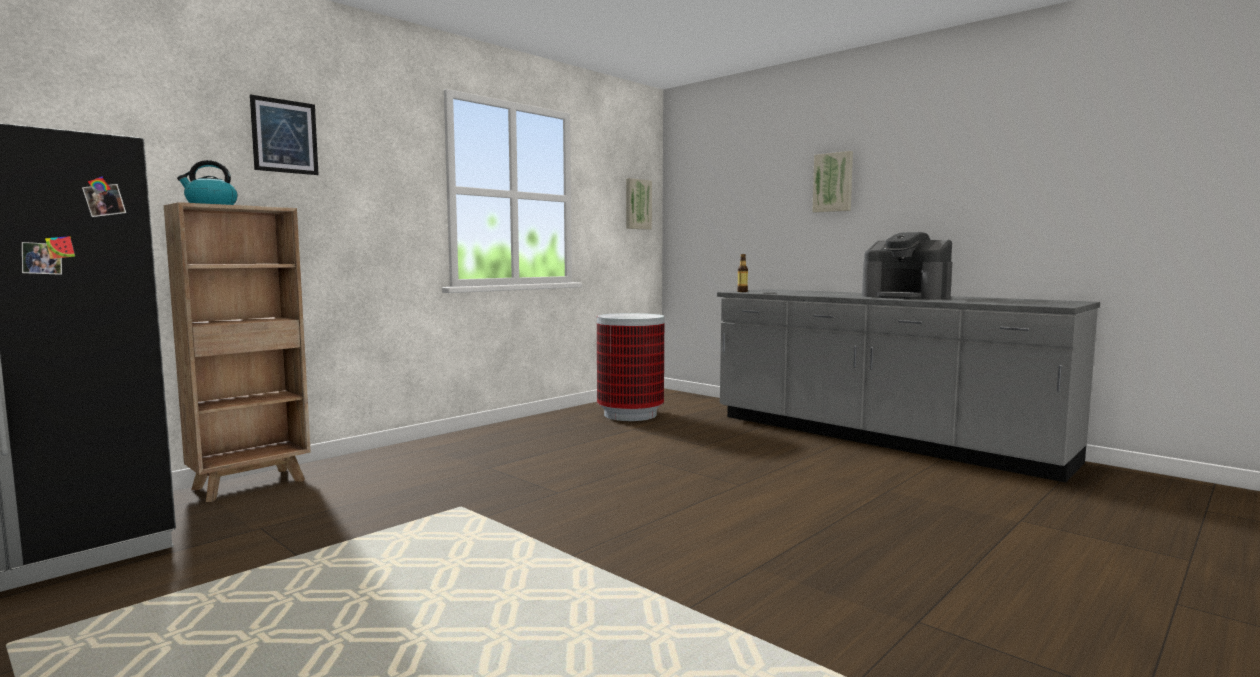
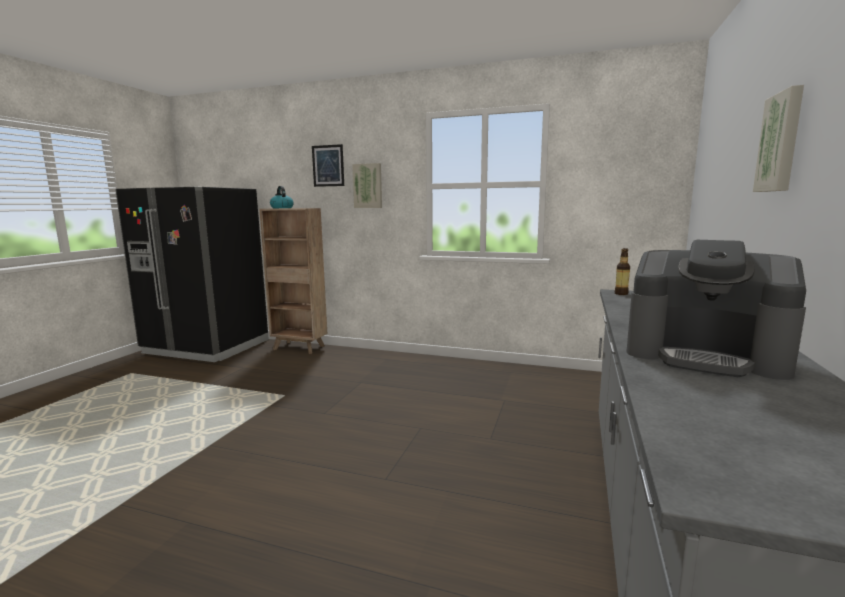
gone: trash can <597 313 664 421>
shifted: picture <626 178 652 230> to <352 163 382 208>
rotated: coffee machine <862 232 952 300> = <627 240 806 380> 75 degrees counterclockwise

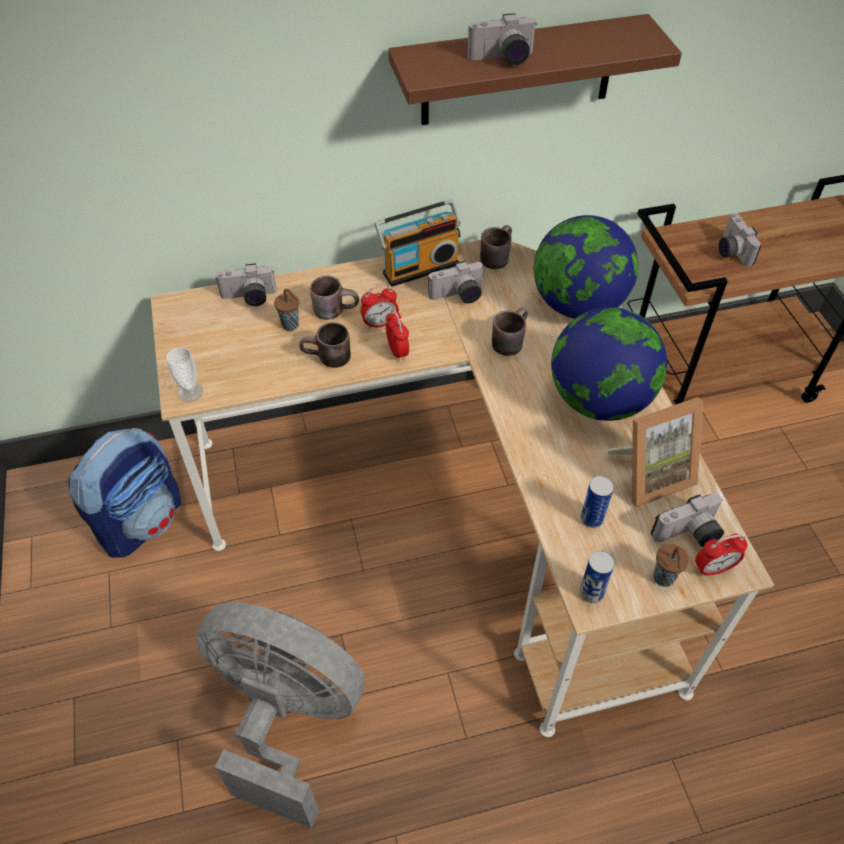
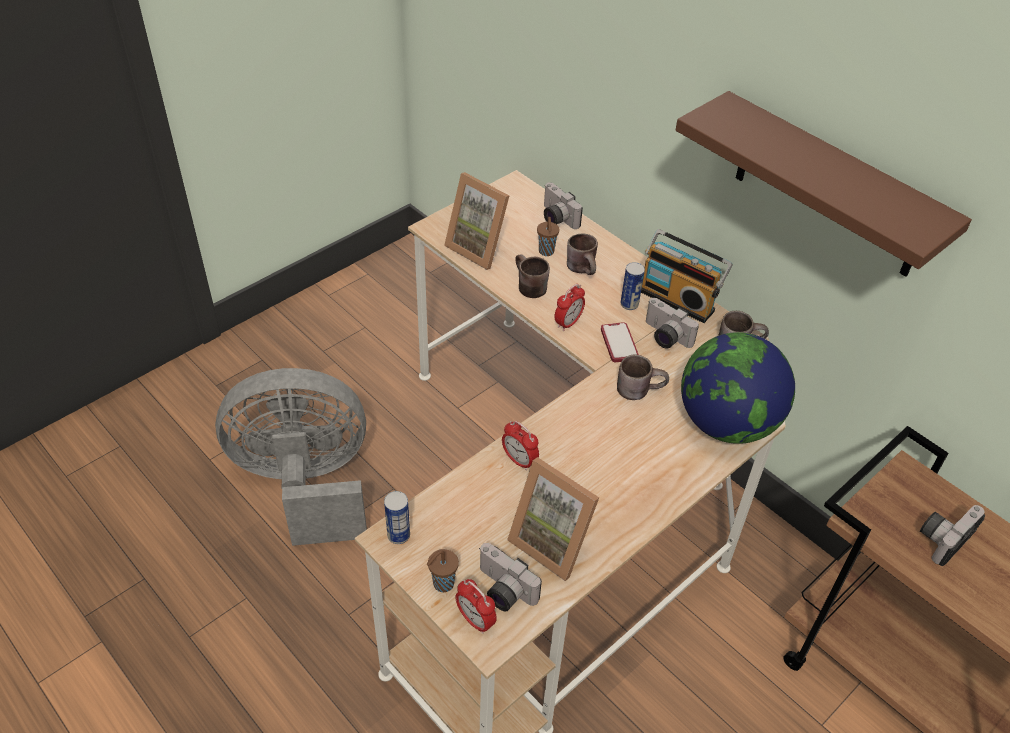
gone: backpack <68 428 181 558>; cup <166 347 203 402>; photo camera <467 13 537 65>; globe <551 307 667 421>
new: picture frame <444 172 509 270>; phone <601 322 639 362>
shifted: alarm clock <361 286 399 329> to <502 421 539 471>; can <581 476 614 528> to <621 262 645 310>
rotated: grey fan <196 602 364 829> = <215 368 367 546> 90 degrees counterclockwise

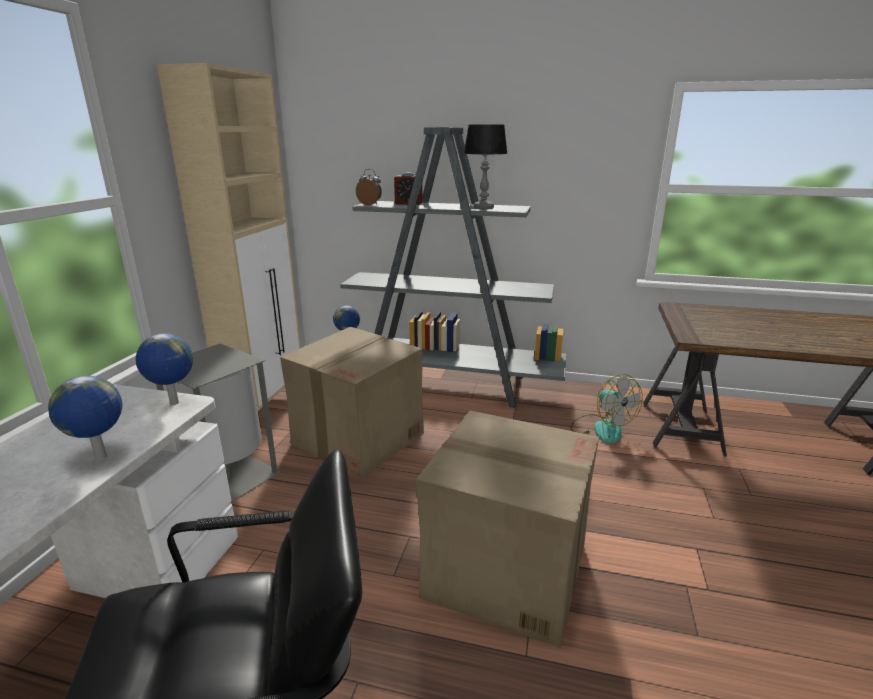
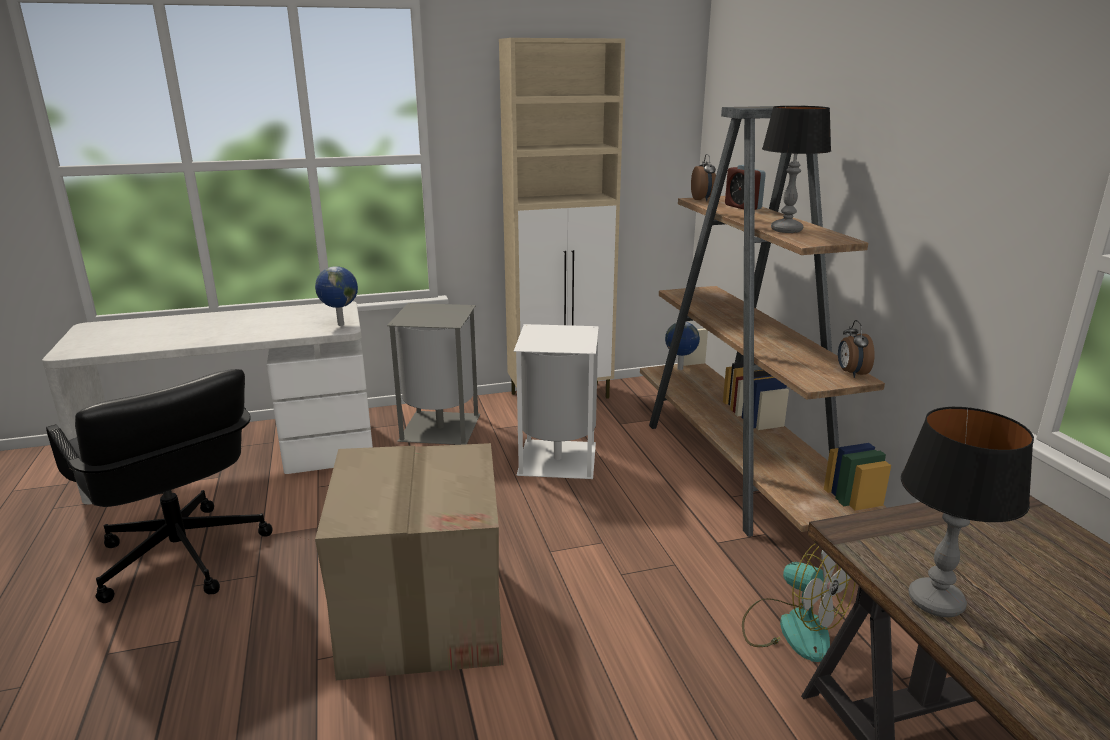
gone: globe <48 376 122 460>
new: alarm clock <838 320 875 378>; table lamp <901 407 1034 617>
swapped: cardboard box <280 327 424 478> to white trash can <514 324 599 479>
repainted: grey bookcase <340 127 566 408> to brown bookcase <640 106 891 537>
rotated: fan <571 374 643 444> = <742 543 856 662> 75 degrees counterclockwise

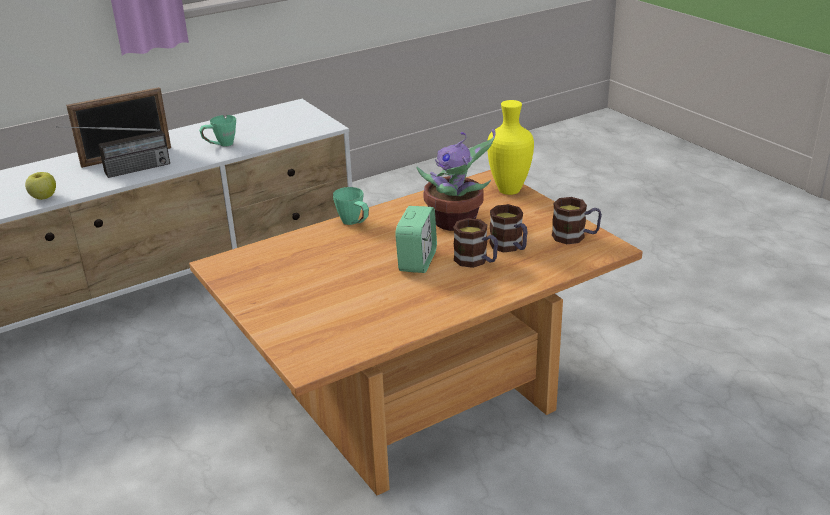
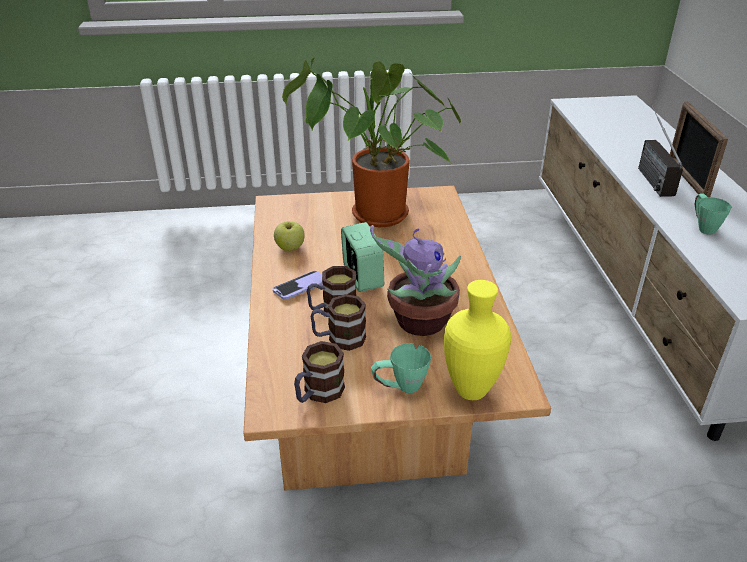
new: phone <273 271 323 300>; potted plant <282 58 461 227>
shifted: apple <25 172 56 200> to <274 221 305 251>; green mug <333 187 369 225> to <371 343 431 393>
rotated: alarm clock <395 206 437 273> = <341 222 384 292> 150 degrees counterclockwise

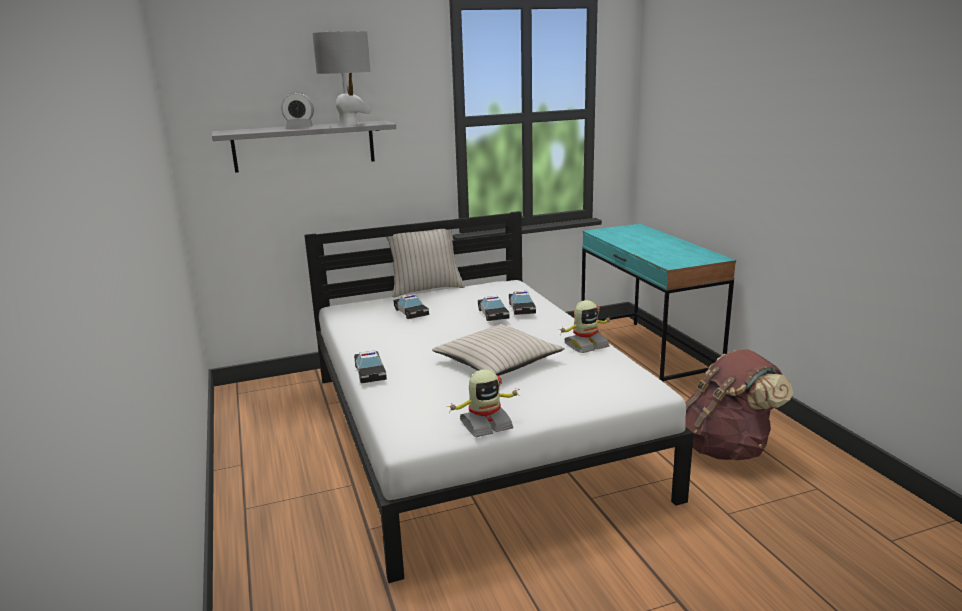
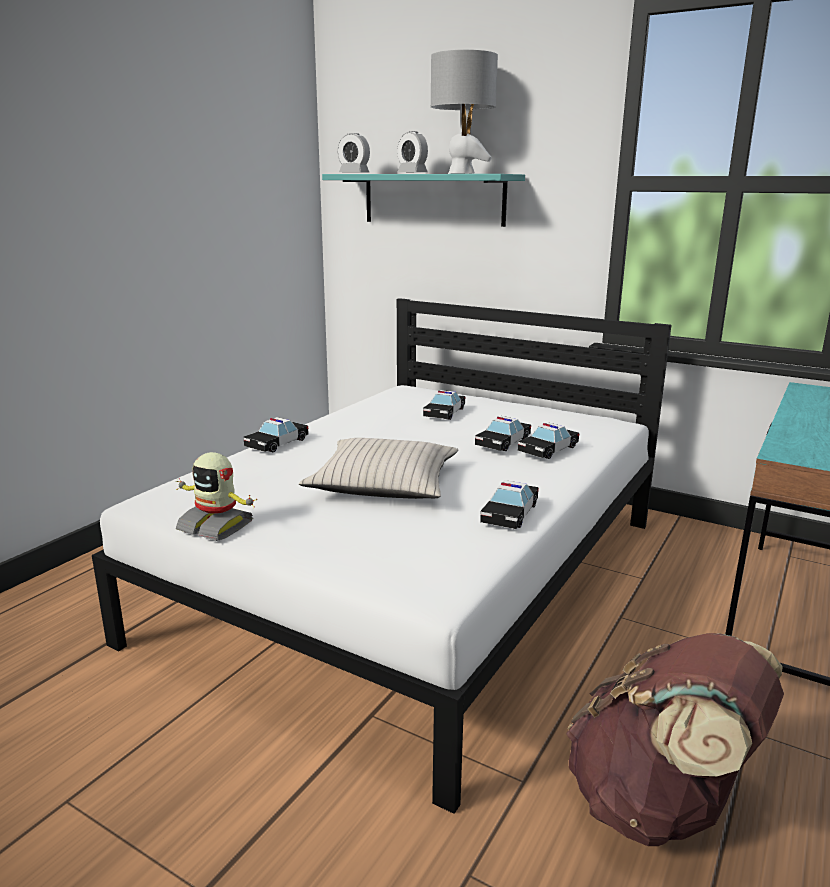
gone: beige pillow <386 219 465 298>
new: alarm clock <338 133 370 172>
swapped: toy robot <558 300 613 353> to toy car <480 480 539 529>
repainted: grey shelf <212 120 396 173> to turquoise shelf <322 174 525 227>

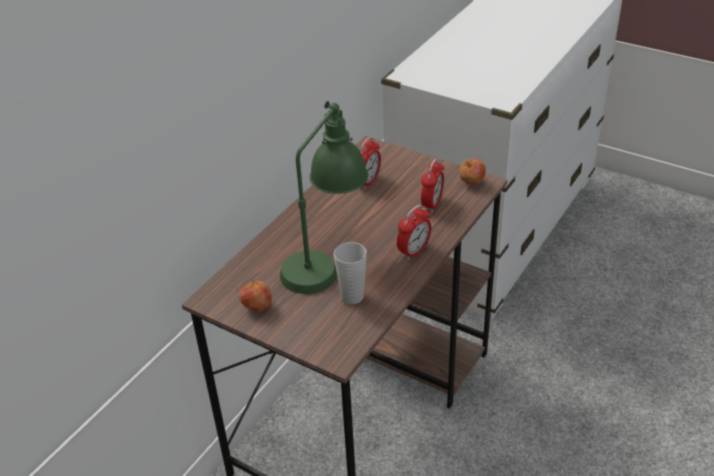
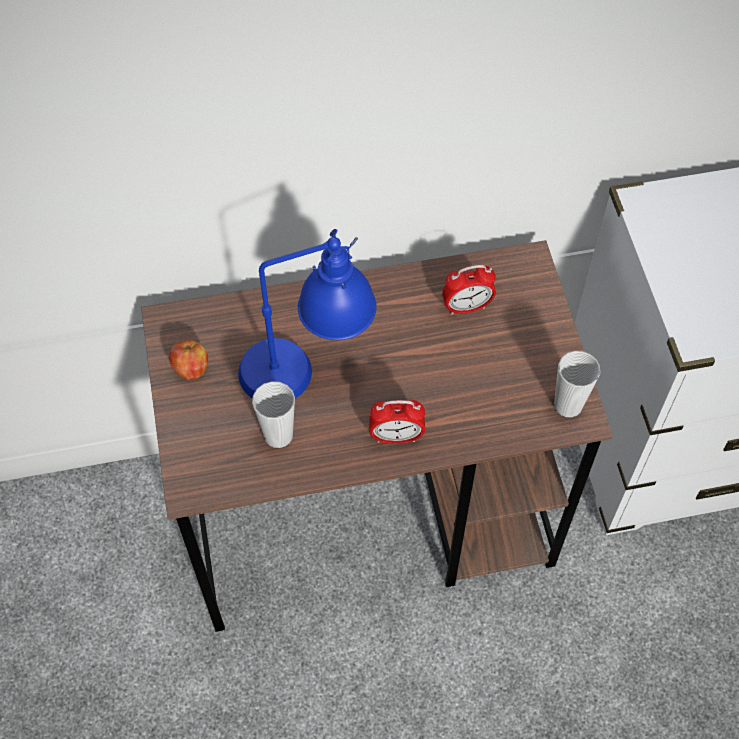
gone: alarm clock <421 158 445 213>
swapped: apple <460 158 486 185> to cup <554 351 600 417>
repainted: green table lamp <280 101 368 294> to blue table lamp <238 229 377 399>

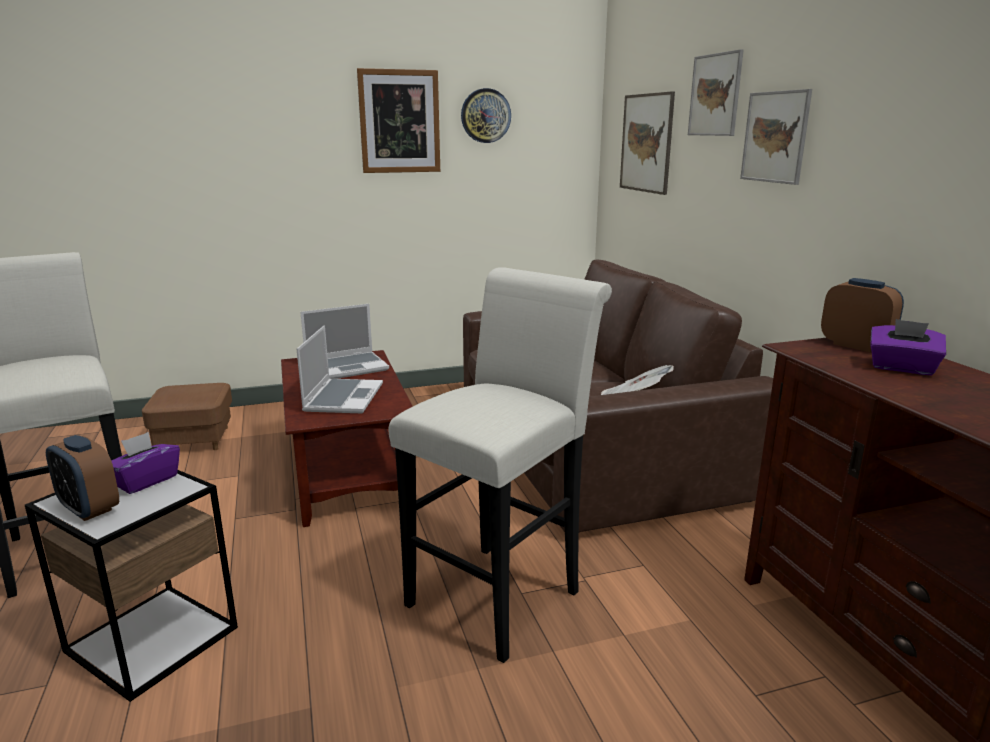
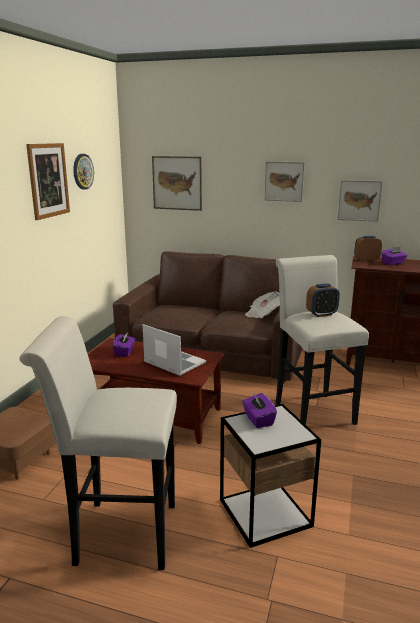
shifted: alarm clock <46 435 119 521> to <306 284 340 317>; picture <688 49 744 136> to <338 180 383 222>
swapped: laptop <300 304 389 379> to purple tissue box <112 332 135 357>

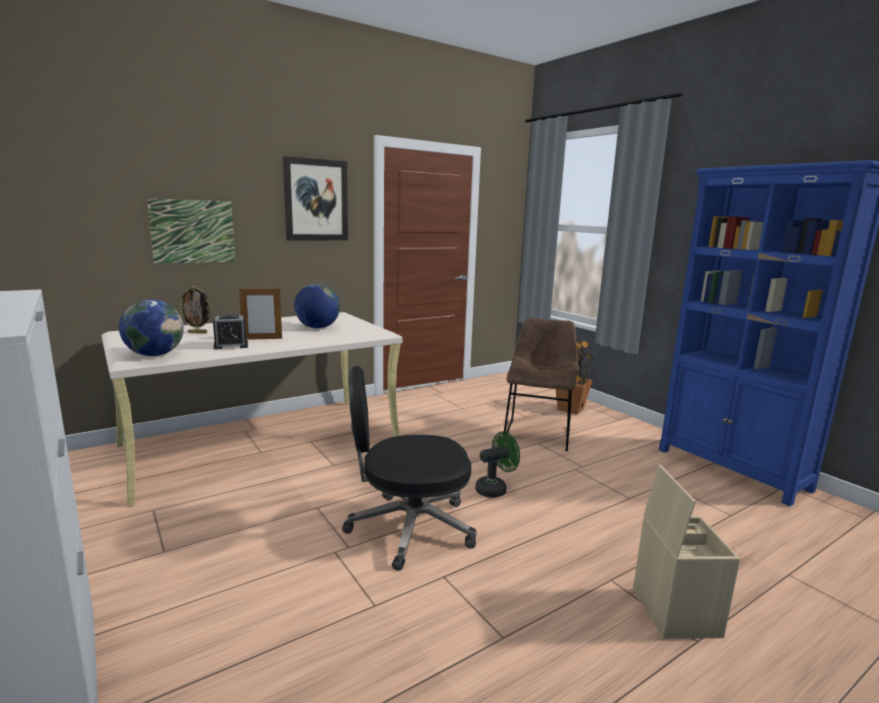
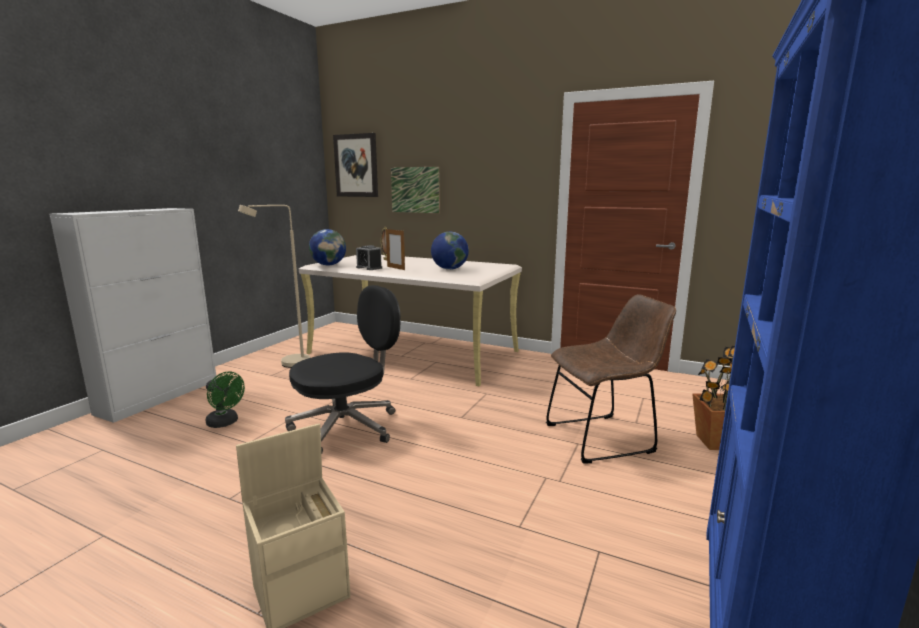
new: beige floor lamp <238 205 310 368>
shifted: picture <283 156 348 240> to <333 133 378 197>; green fan <475 431 520 498> to <205 372 245 428>
rotated: black office chair <342 366 477 571> = <285 285 401 455> 90 degrees clockwise

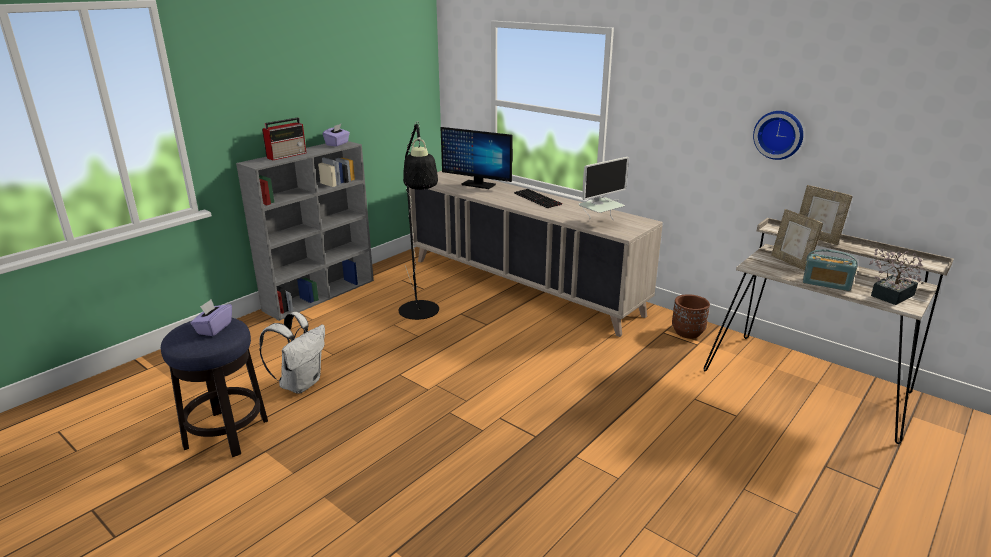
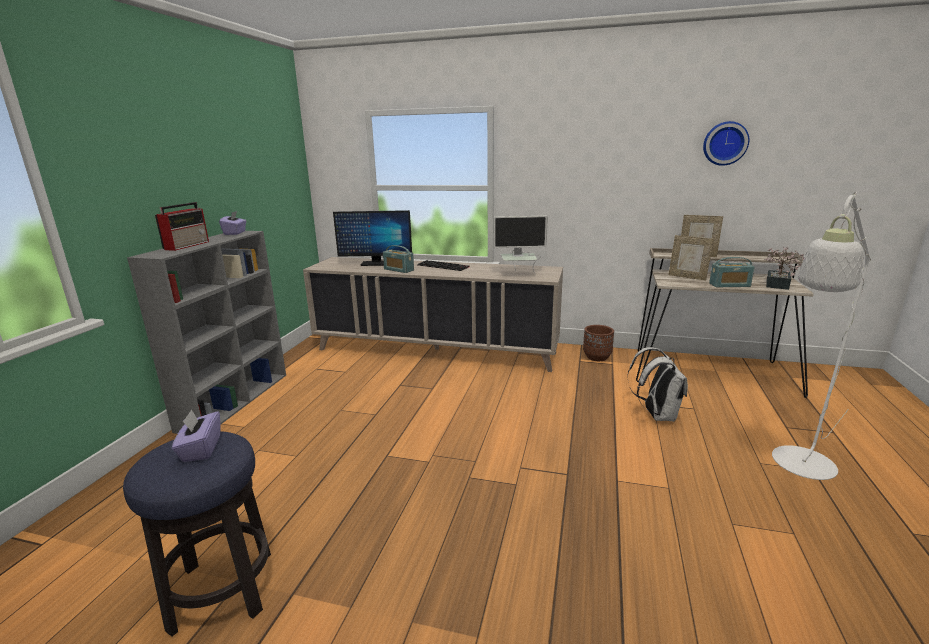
gone: black floor lamp <398 121 439 320>
new: radio <383 245 414 273>; white floor lamp <772 192 871 480>
shifted: white backpack <259 312 325 394> to <627 347 688 422>; wall clock <753 111 803 160> to <703 121 749 166>
rotated: monitor <579 157 629 219> = <493 216 548 274> 60 degrees clockwise

